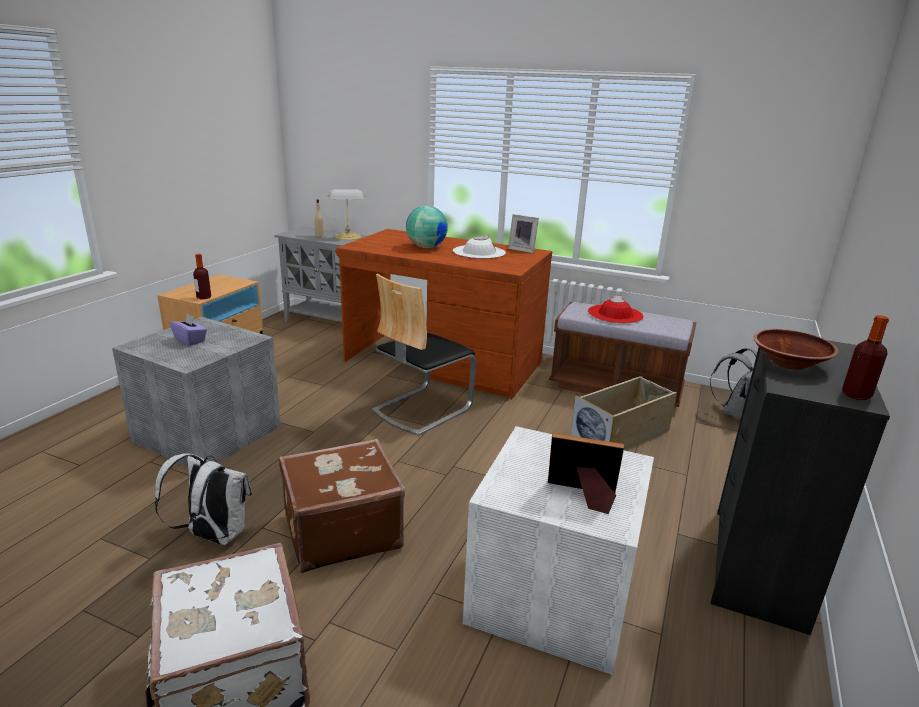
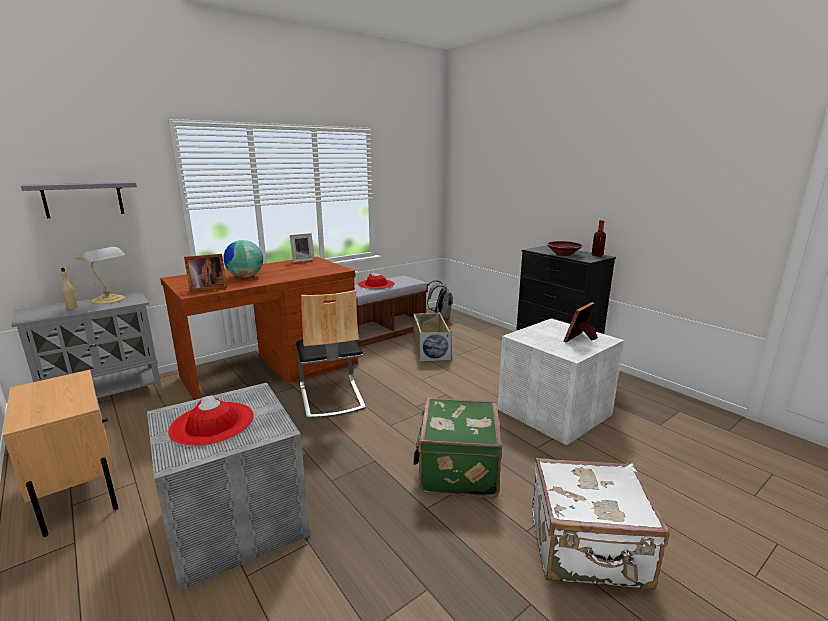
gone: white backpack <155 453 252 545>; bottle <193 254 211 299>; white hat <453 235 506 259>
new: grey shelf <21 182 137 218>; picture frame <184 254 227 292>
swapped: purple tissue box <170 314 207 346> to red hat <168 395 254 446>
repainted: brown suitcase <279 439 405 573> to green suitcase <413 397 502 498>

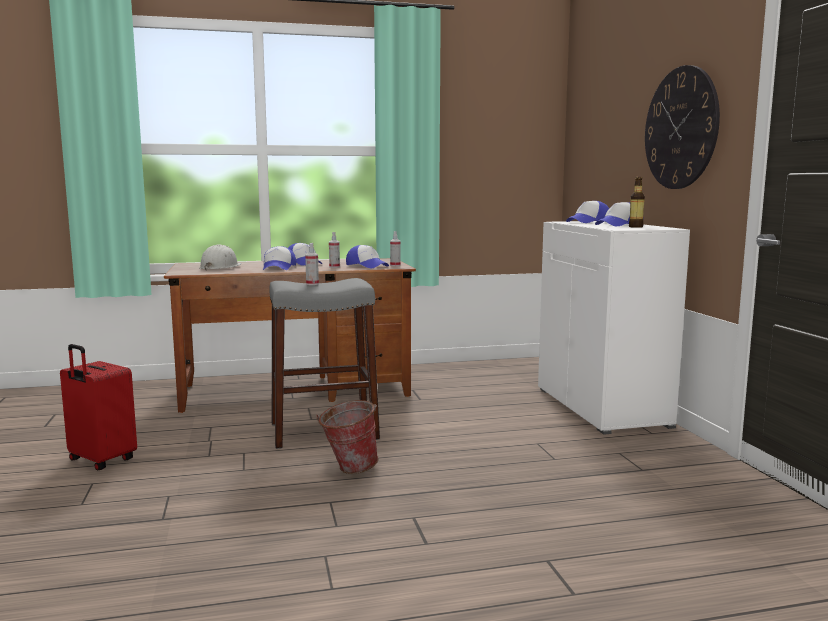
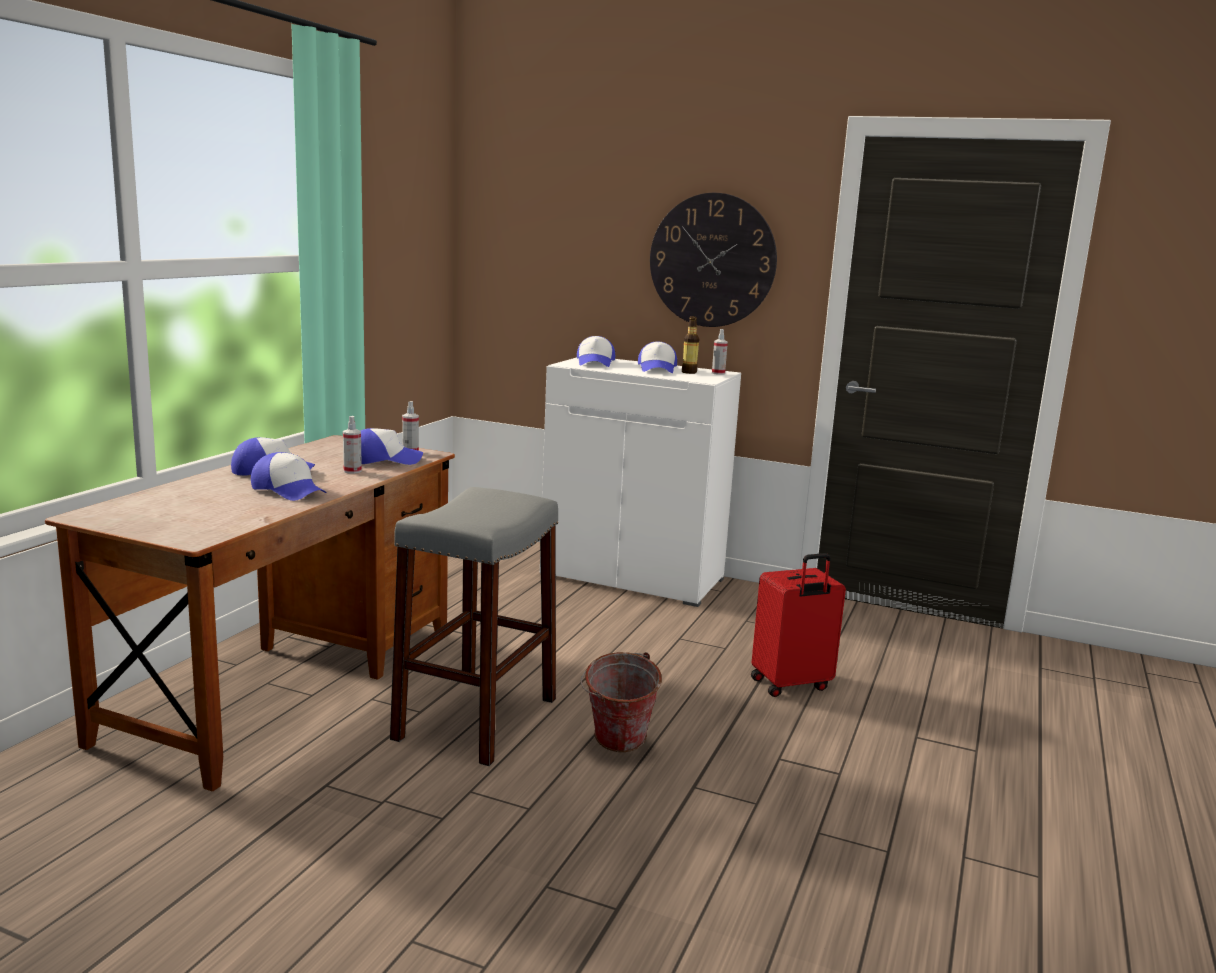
gone: white hard hat <200 244 242 271>
shifted: red suitcase <60 344 137 471> to <751 553 846 697>; spray bottle <305 243 319 285> to <712 329 728 375>

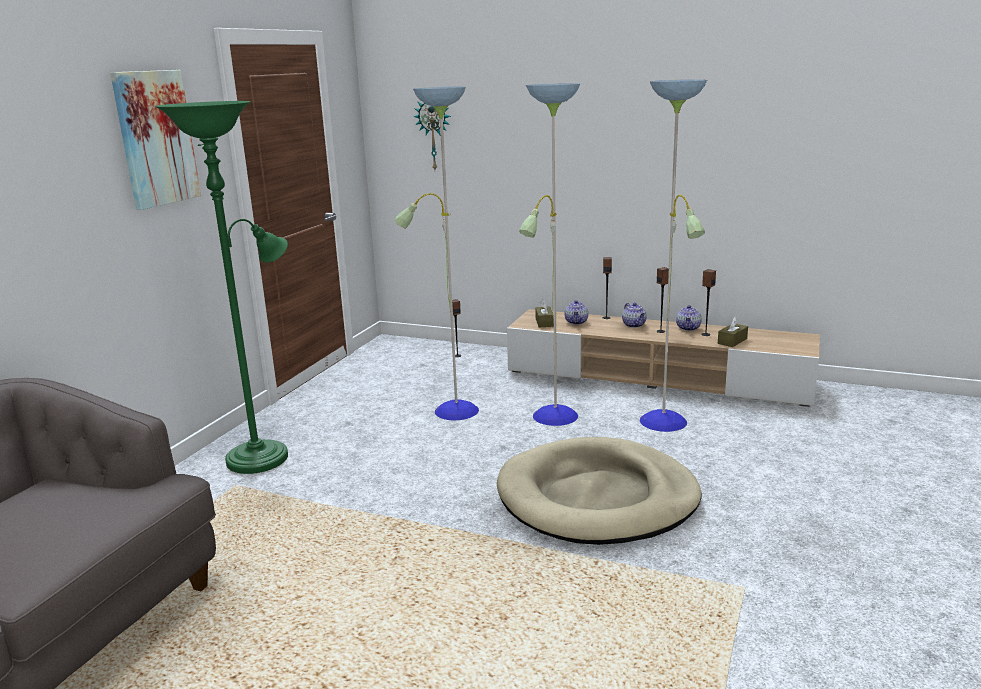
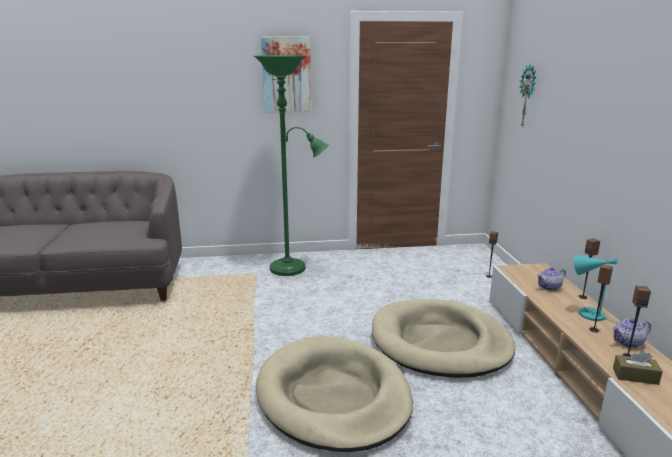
gone: brown tissue box <535 299 554 327>
swapped: floor lamp <395 79 707 432> to beige dog bed <372 299 515 378>; teapot <622 303 647 328> to turquoise table lamp <574 255 618 323>

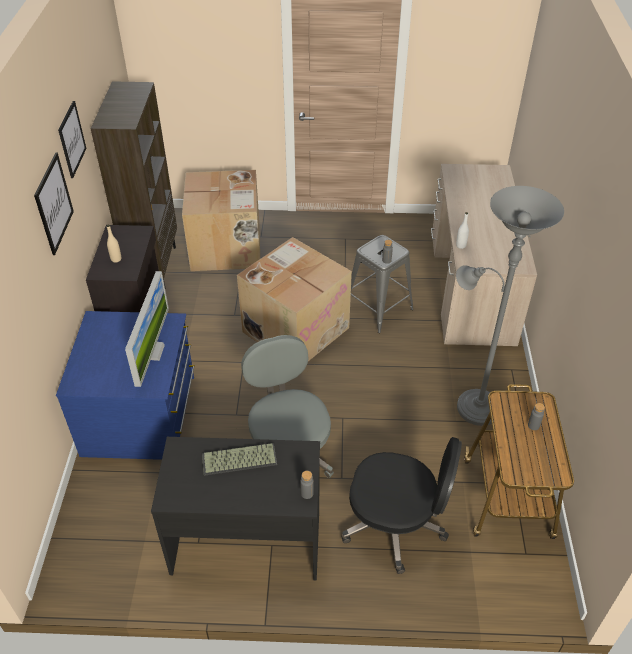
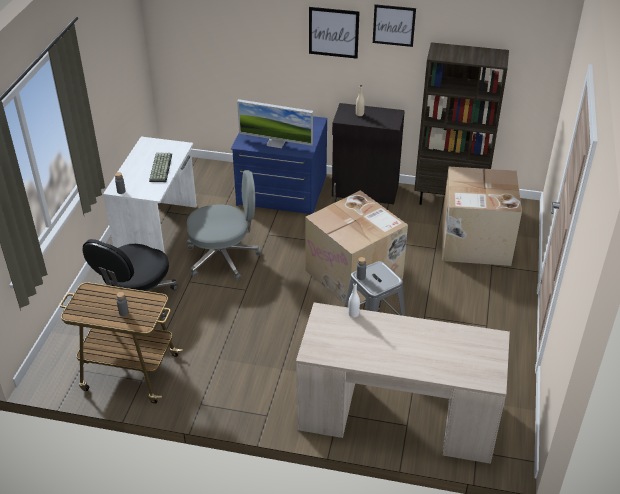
gone: grey floor lamp <456 186 564 426>
repainted: black desk <151 437 320 580> to white desk <103 137 197 253>

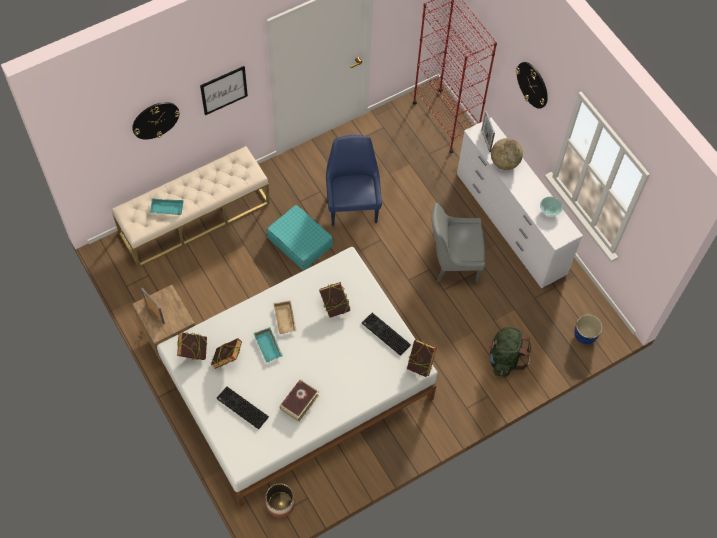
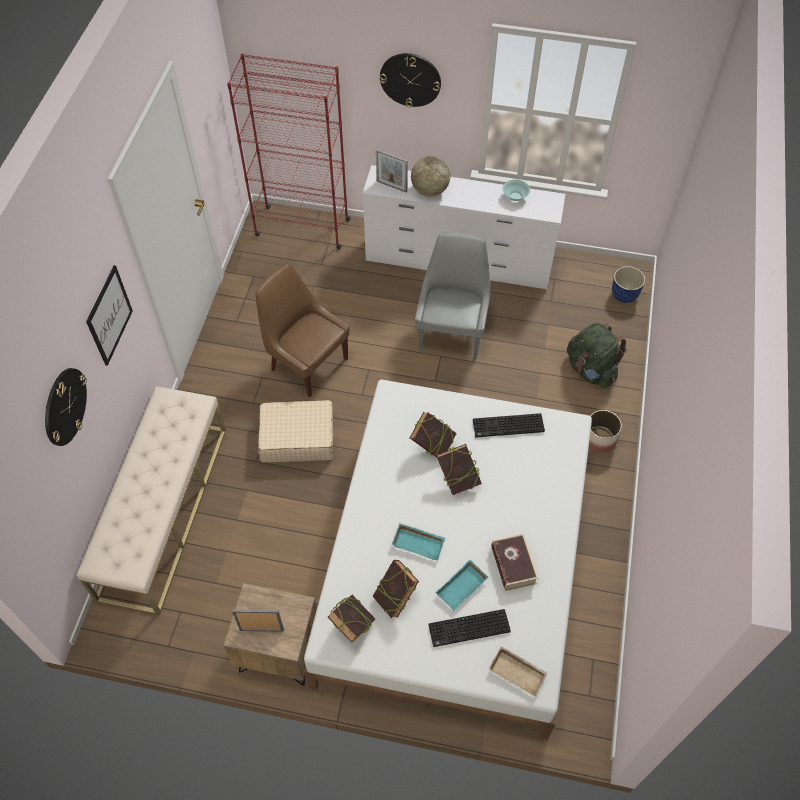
shifted: turquoise tray <150 199 184 215> to <435 560 488 611>; planter <266 483 294 518> to <589 410 622 453>; beige tray <274 301 297 334> to <489 646 548 697>; book <407 340 436 377> to <437 444 482 495>
repainted: turquoise suitcase <267 205 333 270> to beige suitcase <258 400 333 462>; blue chair <326 135 382 226> to brown chair <255 264 350 397>
rotated: grey chair <431 203 485 283> = <415 233 490 359> 150 degrees clockwise

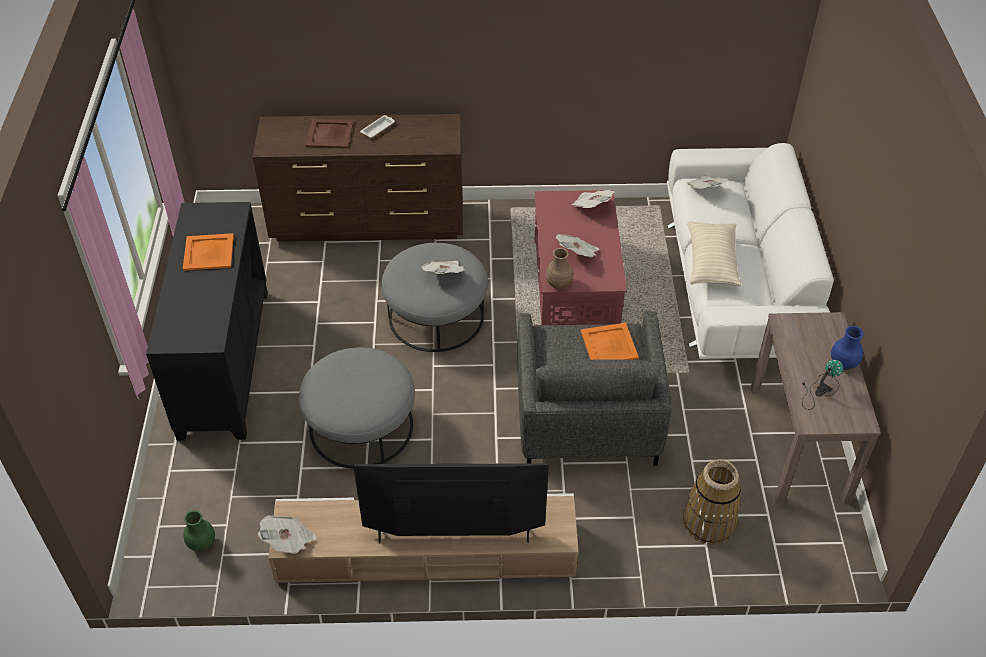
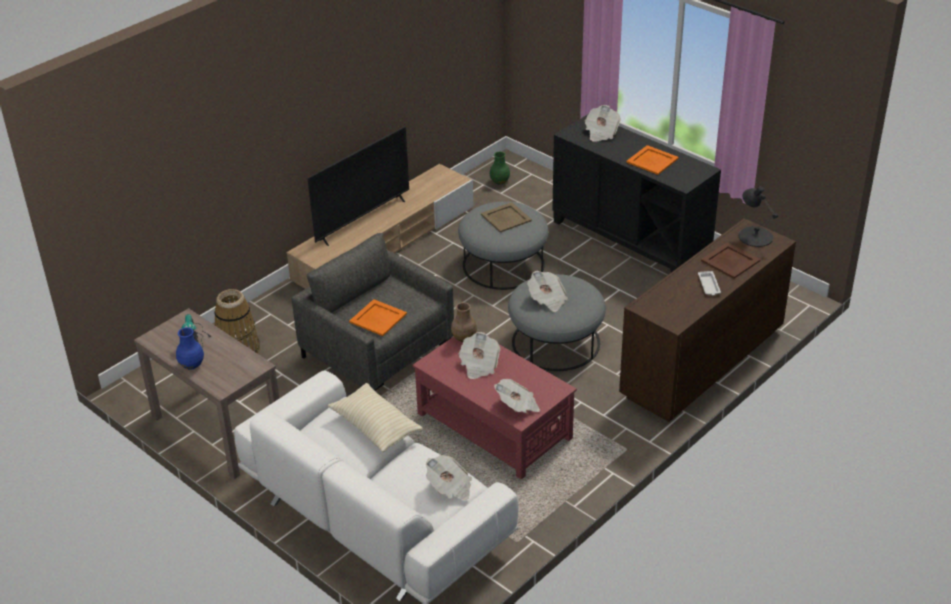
new: beige tray <481 202 532 233>; black table lamp <738 186 778 247>
shifted: newspaper <257 515 316 554> to <584 105 621 142>

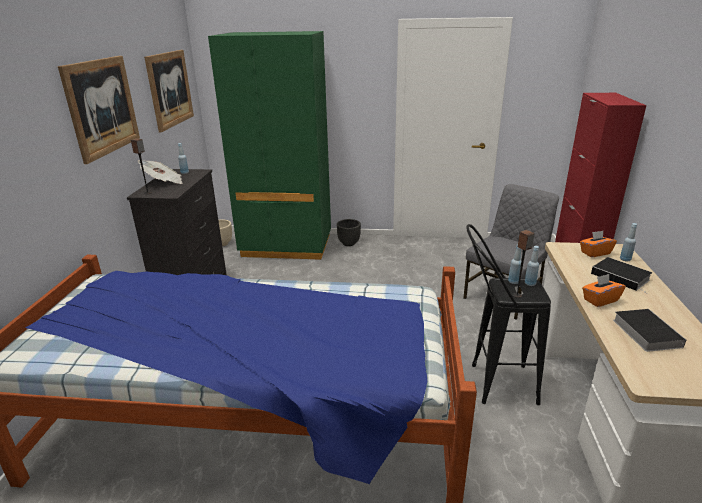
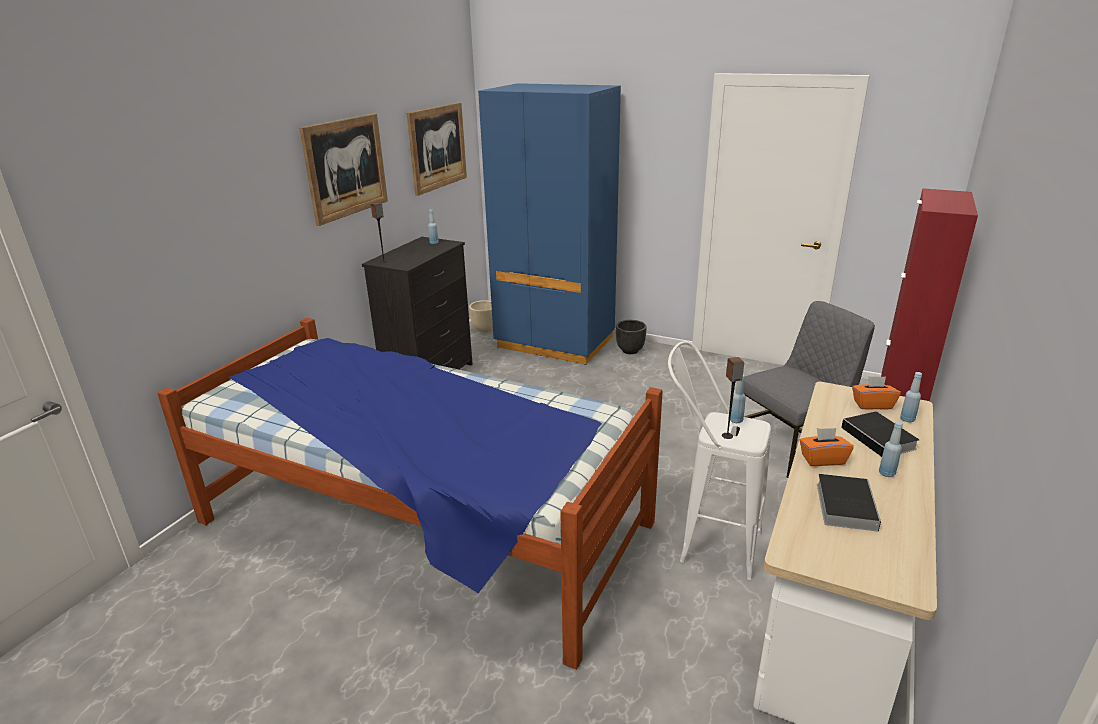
gone: newspaper <137 160 182 184>
shifted: blue bottle <525 246 539 286> to <879 421 903 477>
repainted: green wardrobe <208 31 331 260> to blue wardrobe <478 83 621 365>; black stool <466 224 551 405> to white stool <668 341 771 580>

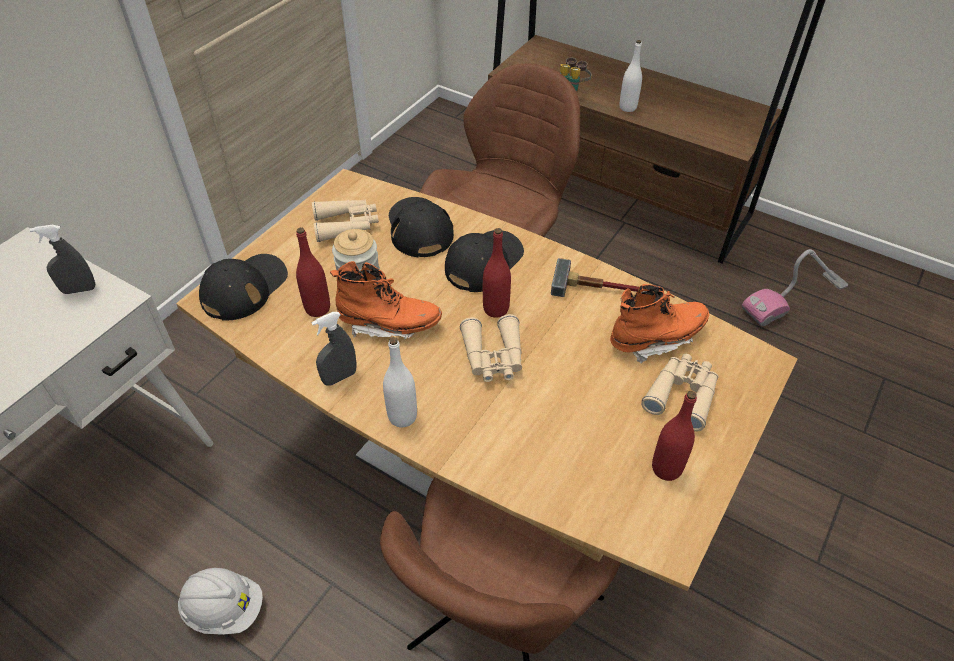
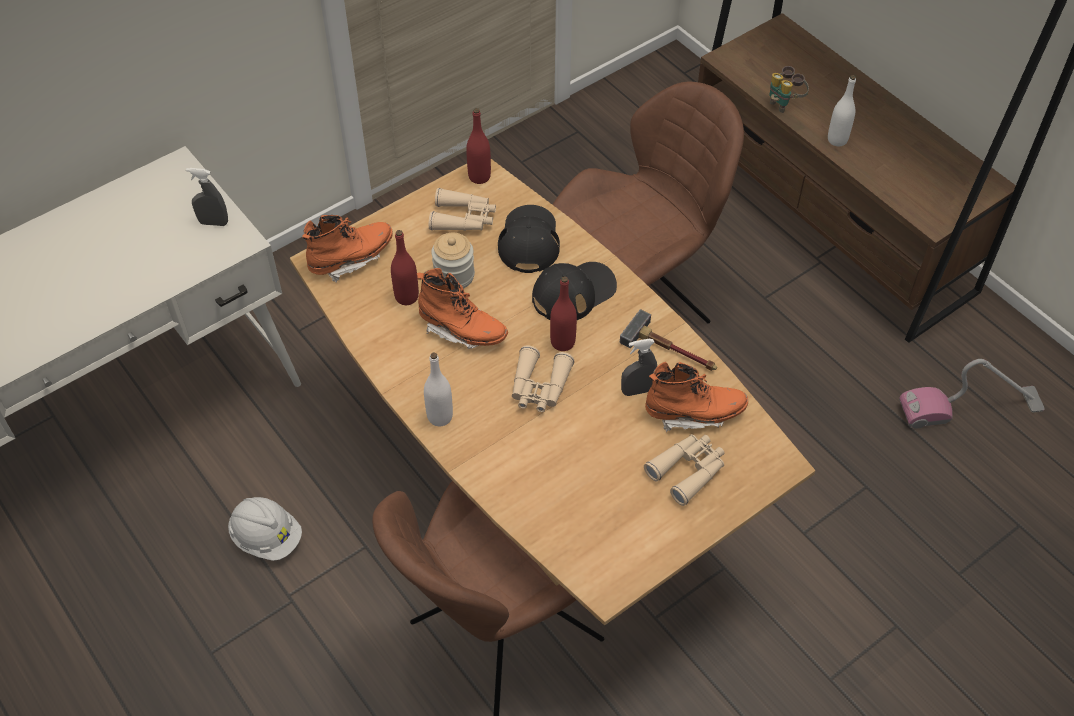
shifted: grey spray bottle <311 312 357 386> to <621 339 657 396>; red bottle <652 391 697 481> to <466 108 491 184>
swapped: black cap <199 254 288 320> to orange boot <302 215 393 283>

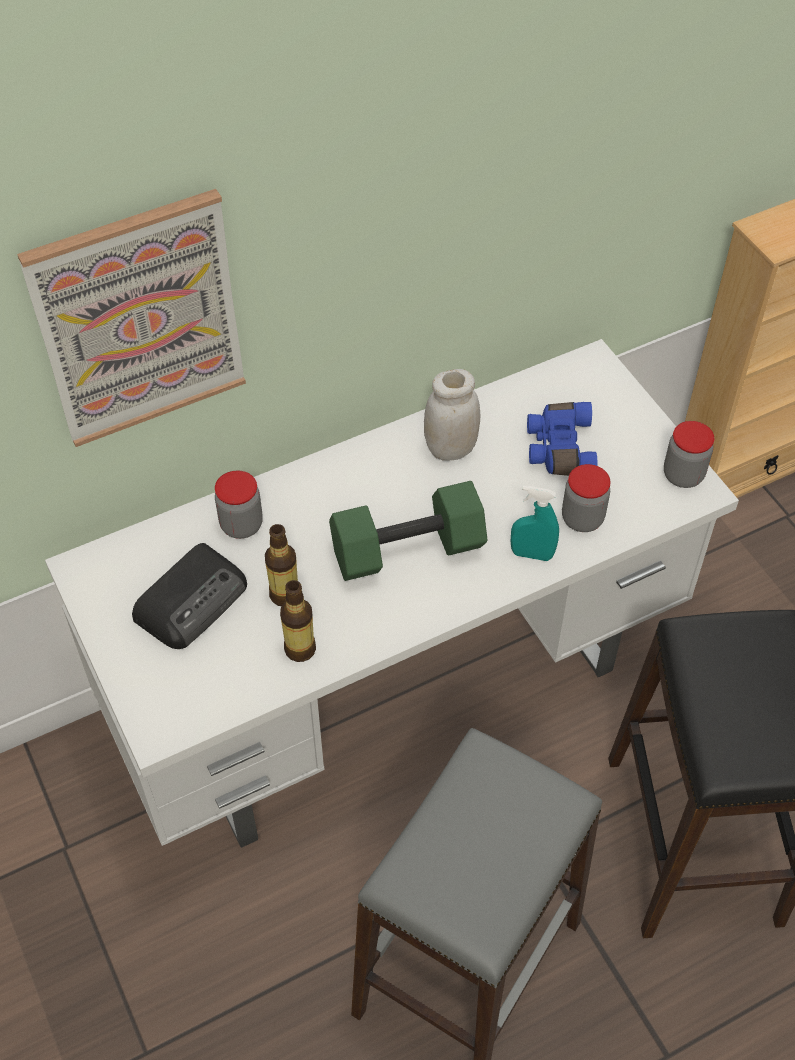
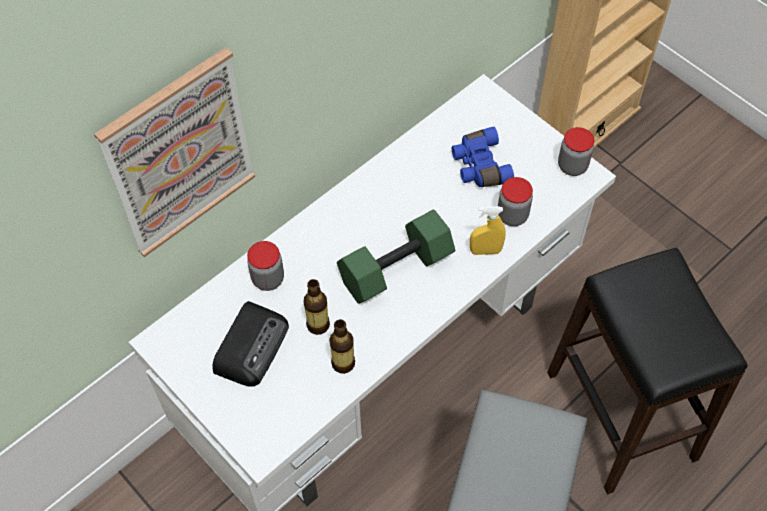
gone: white jar <424 369 480 461>
repainted: turquoise spray bottle <511 486 559 561> to yellow spray bottle <470 206 506 255>

